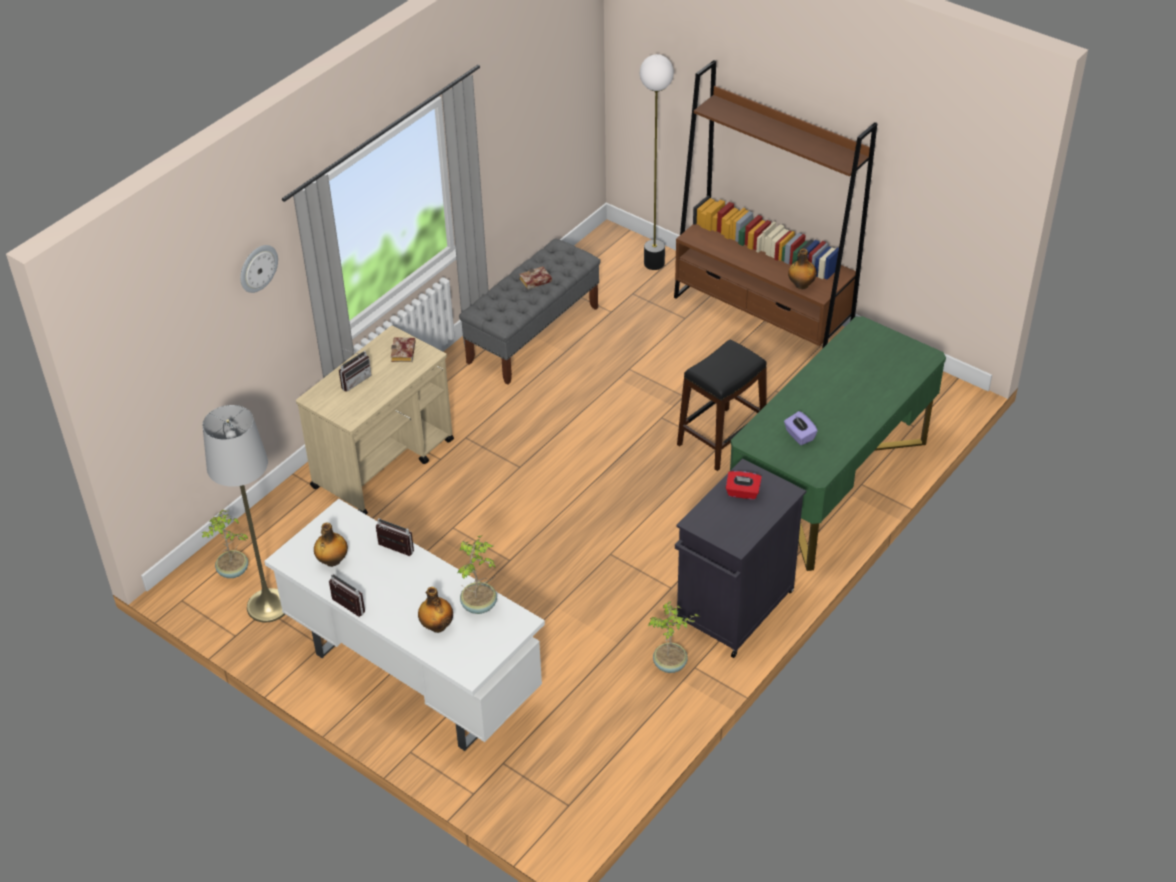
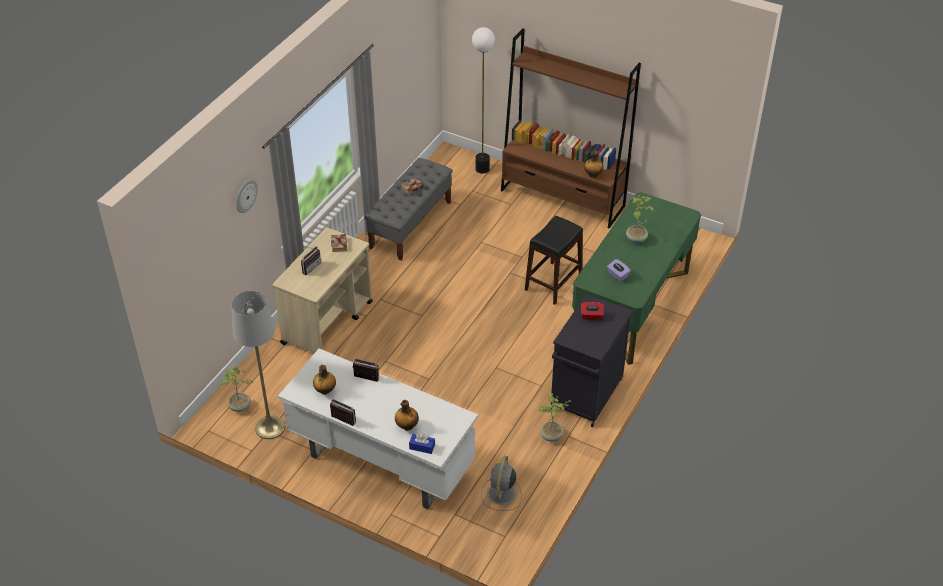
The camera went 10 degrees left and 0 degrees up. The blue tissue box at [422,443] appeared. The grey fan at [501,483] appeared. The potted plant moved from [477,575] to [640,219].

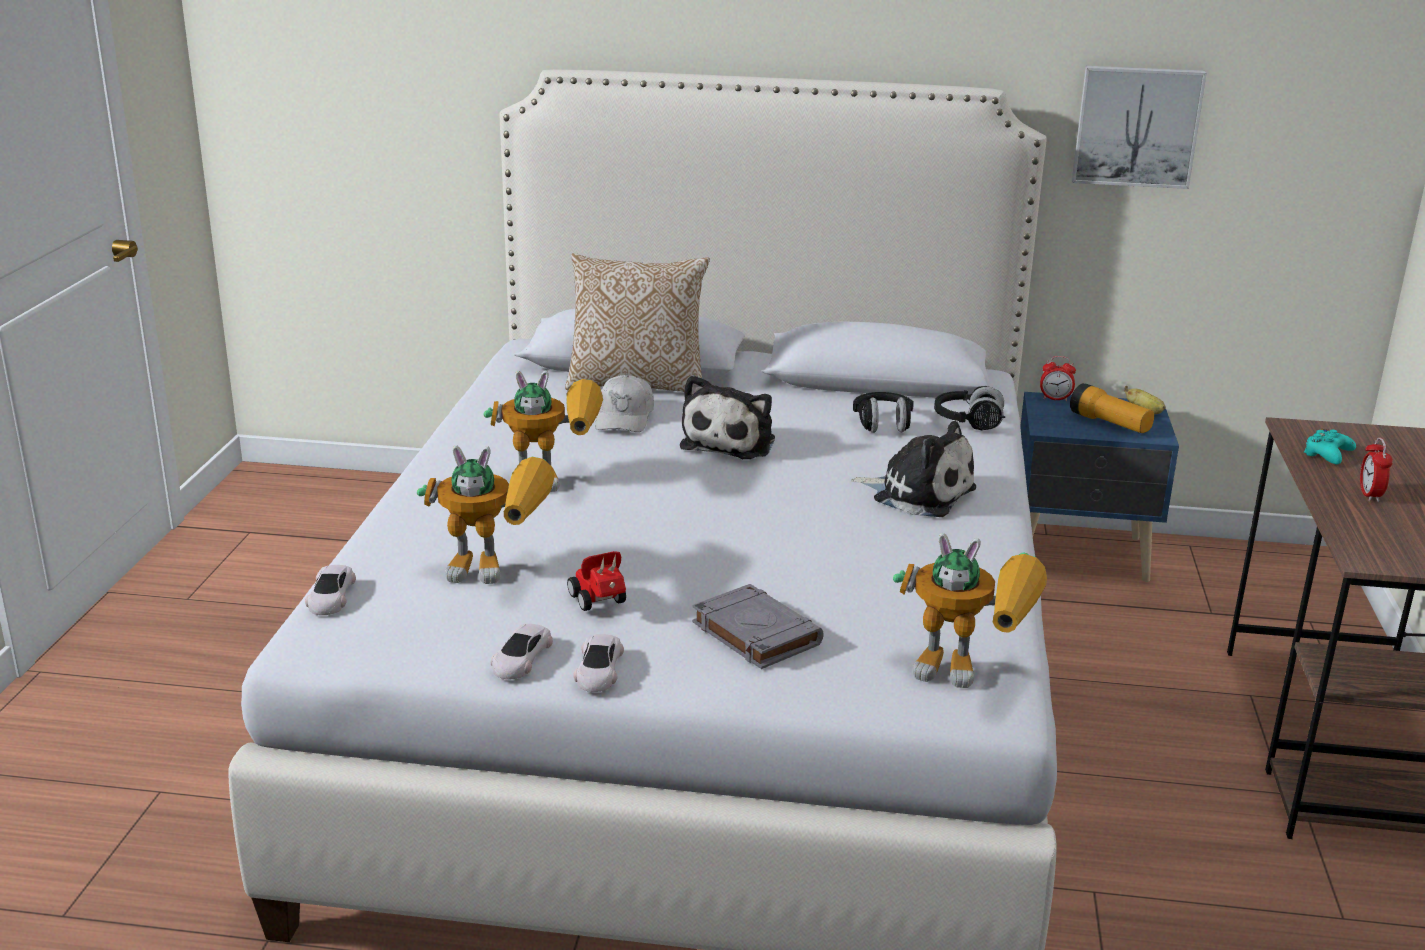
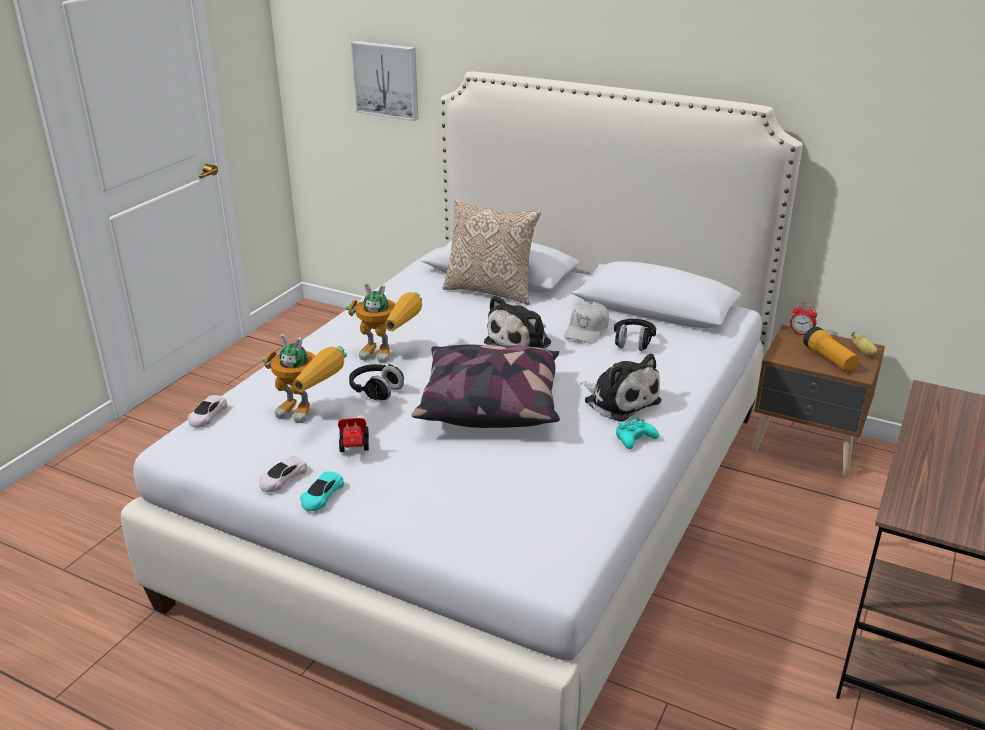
The camera went 20 degrees right and 5 degrees up. The grey book at [758,626] disappeared. The toy robot at [970,610] disappeared. The alarm clock at [1376,470] disappeared. The pillow at [486,386] appeared. The white cap moved from [624,403] to [586,323]. The black headphones moved from [969,408] to [376,382]. The picture moved from [1139,127] to [385,81]. The turquoise game controller moved from [1330,447] to [637,433]. The white toy car at [598,663] became the turquoise toy car at [322,491]. The blue nightstand at [1099,487] became the brown nightstand at [818,401].

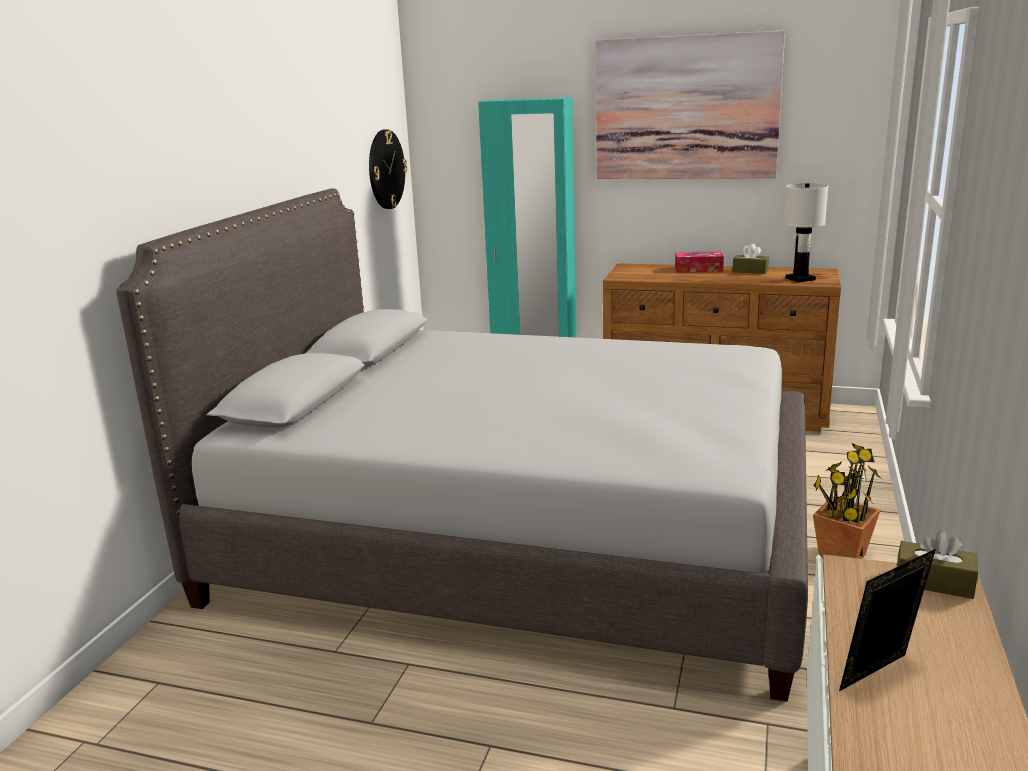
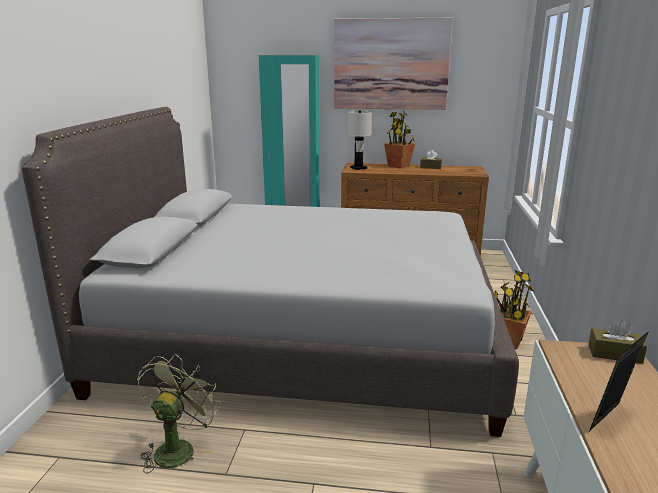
The camera went 10 degrees left and 0 degrees up. The wall clock at [388,169] disappeared. The green fan at [179,414] appeared. The white table lamp moved from [806,232] to [359,140]. The tissue box at [699,262] was replaced by the potted plant at [399,139].

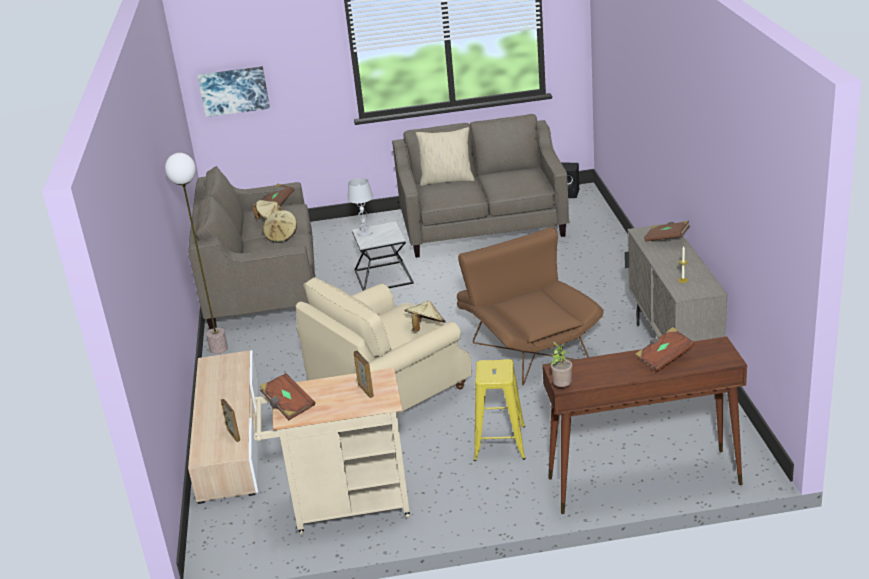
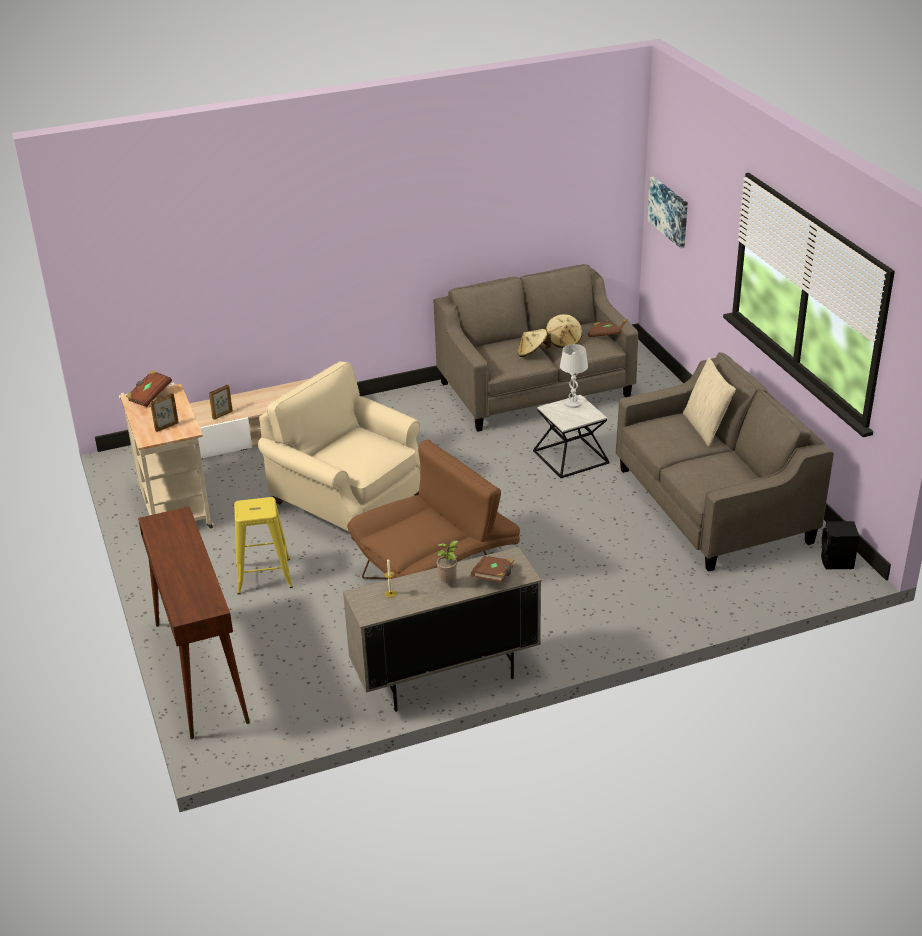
The camera went 75 degrees right and 5 degrees up. The floor lamp at [196,253] disappeared. The beige hat at [425,315] disappeared. The brown book at [664,349] disappeared. The potted plant moved from [561,364] to [448,561].

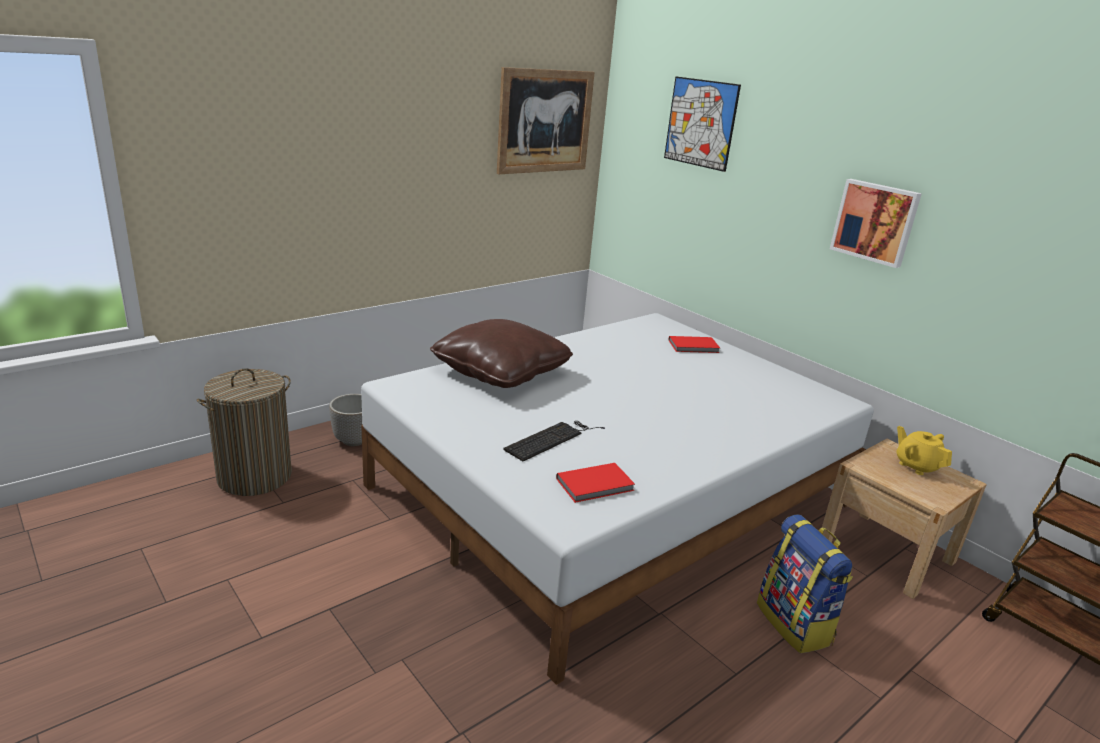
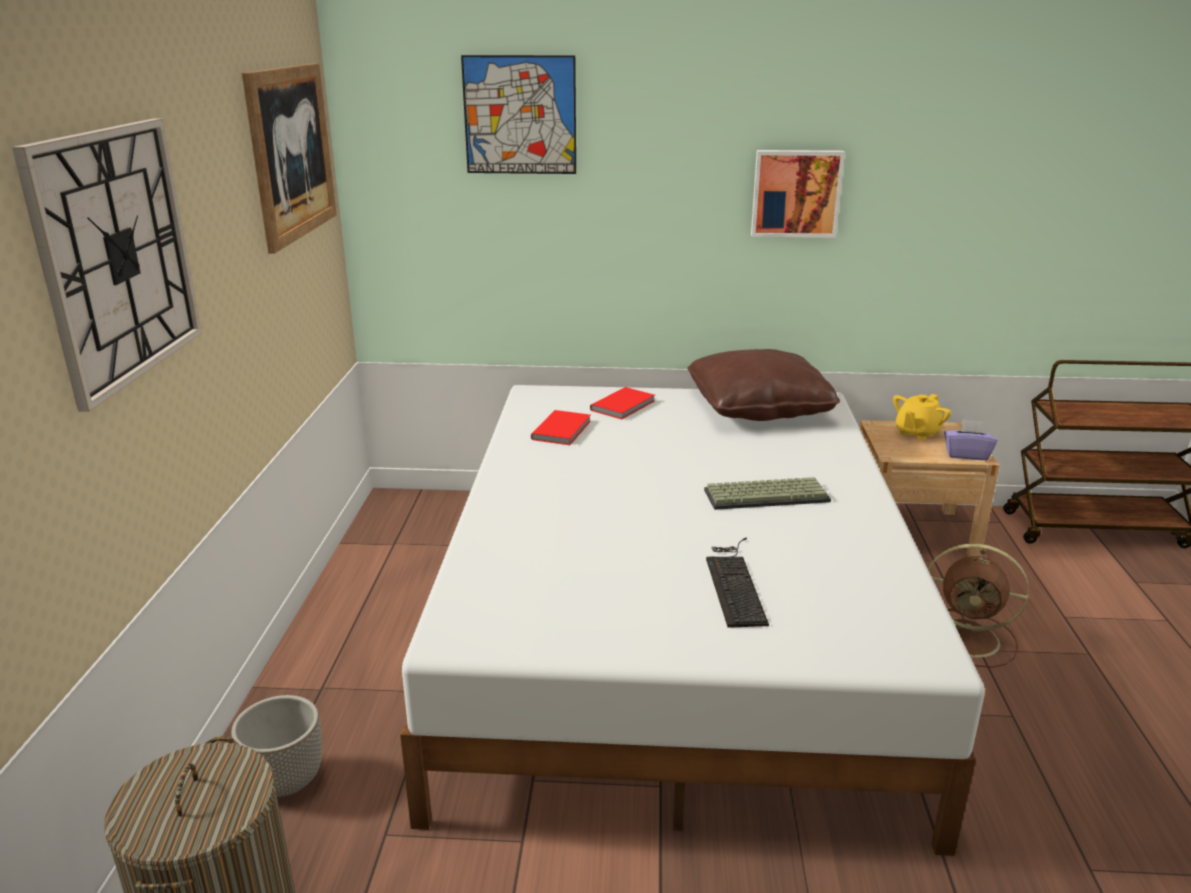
The camera went 45 degrees left and 0 degrees up. The wall clock at [107,265] appeared. The keyboard at [767,493] appeared. The purple tissue box at [970,439] appeared. The brown pillow moved from [501,353] to [764,385]. The red book moved from [595,483] to [561,427]. The backpack at [805,583] was replaced by the brown fan at [978,606]. The yellow teapot at [924,450] turned 60 degrees counterclockwise.

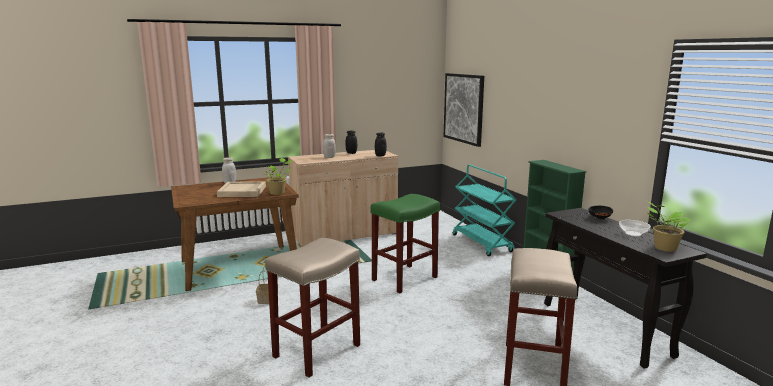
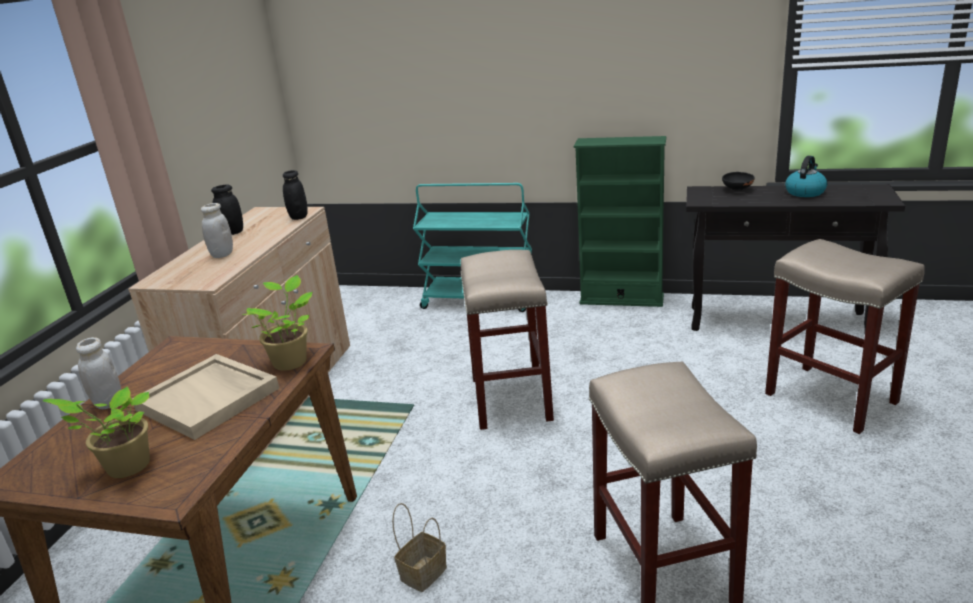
The camera went 50 degrees left and 10 degrees up. The picture at [463,110] disappeared. The potted plant moved from [668,226] to [96,432]. The bowl at [635,228] was replaced by the kettle at [806,176]. The green stool at [405,243] became the beige stool at [507,340].

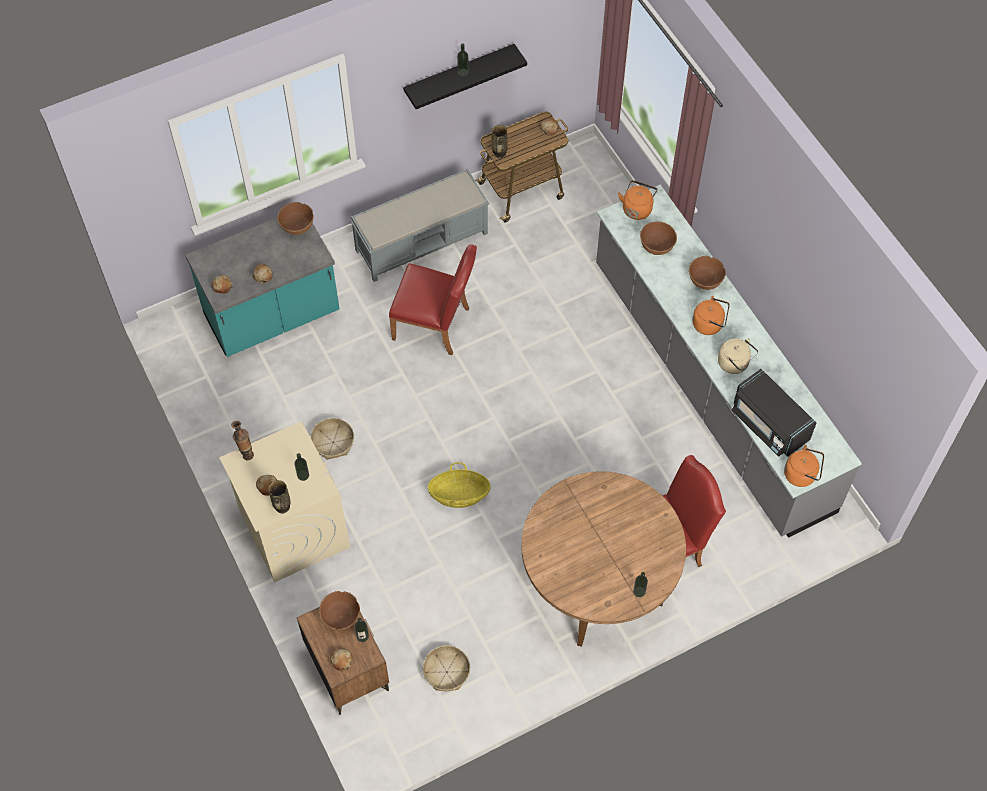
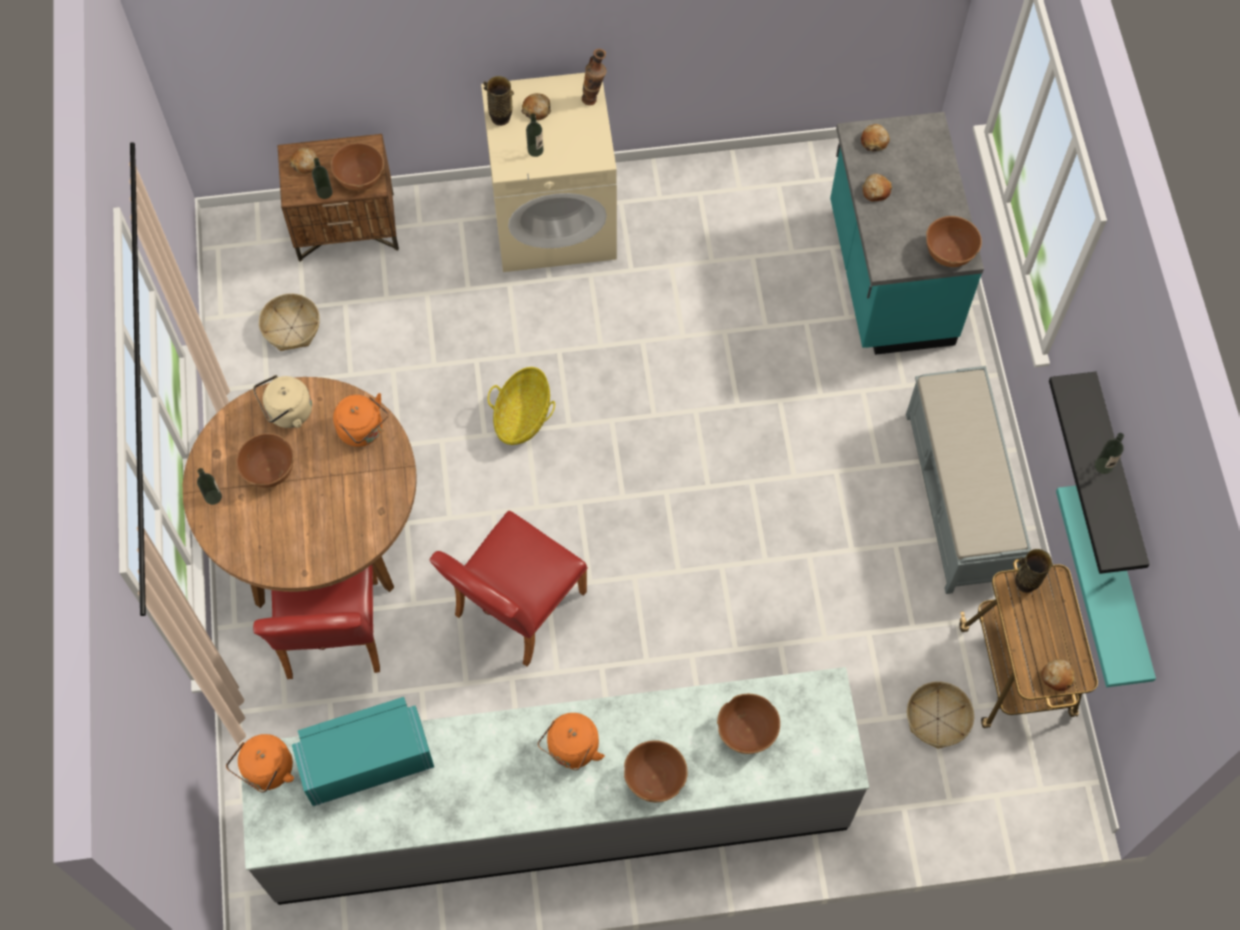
The camera went 110 degrees right and 5 degrees up. The brown bowl at [265,460] appeared. The turquoise shelf at [1106,586] appeared. The basket moved from [332,439] to [940,715]. The red chair moved from [433,299] to [509,588]. The orange kettle moved from [637,200] to [360,420]. The beige kettle moved from [738,356] to [282,401]. The black microwave at [774,413] became the turquoise microwave at [363,751].

